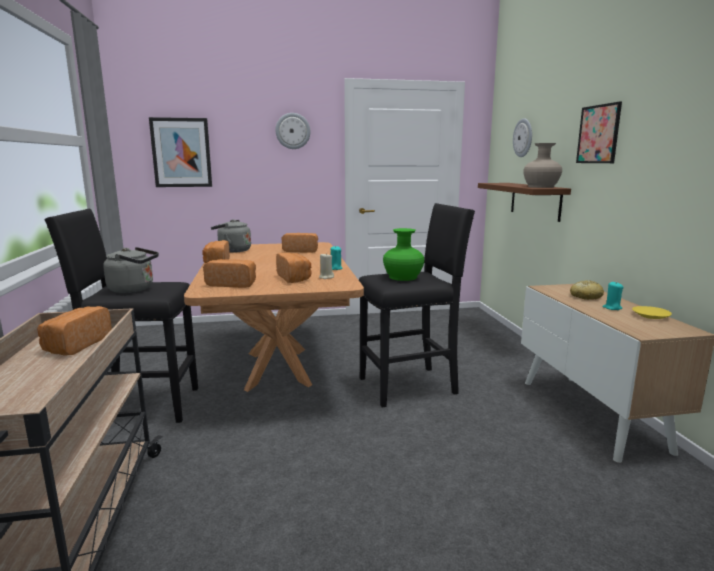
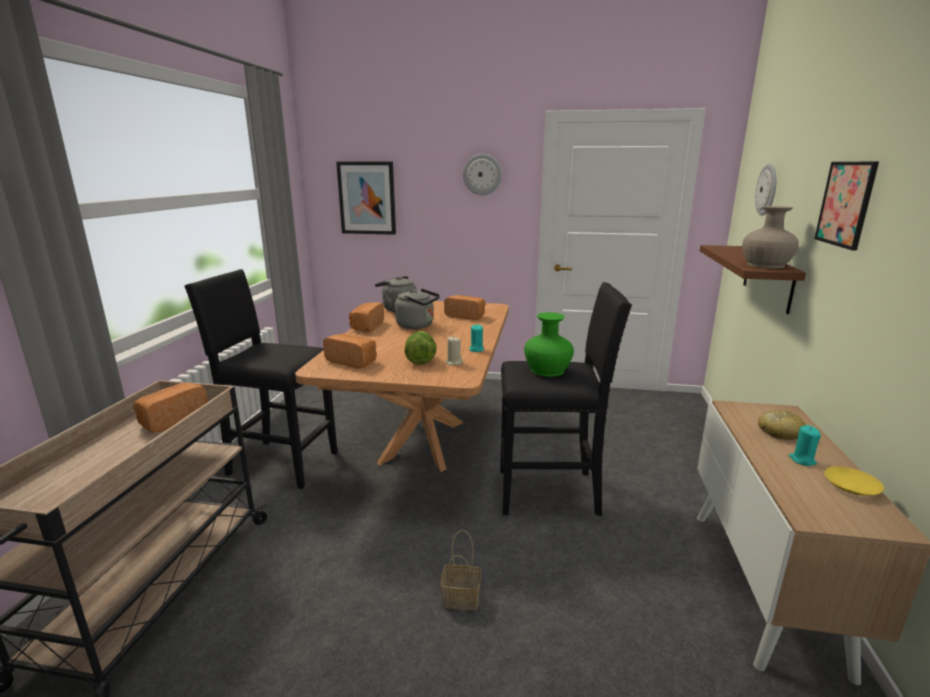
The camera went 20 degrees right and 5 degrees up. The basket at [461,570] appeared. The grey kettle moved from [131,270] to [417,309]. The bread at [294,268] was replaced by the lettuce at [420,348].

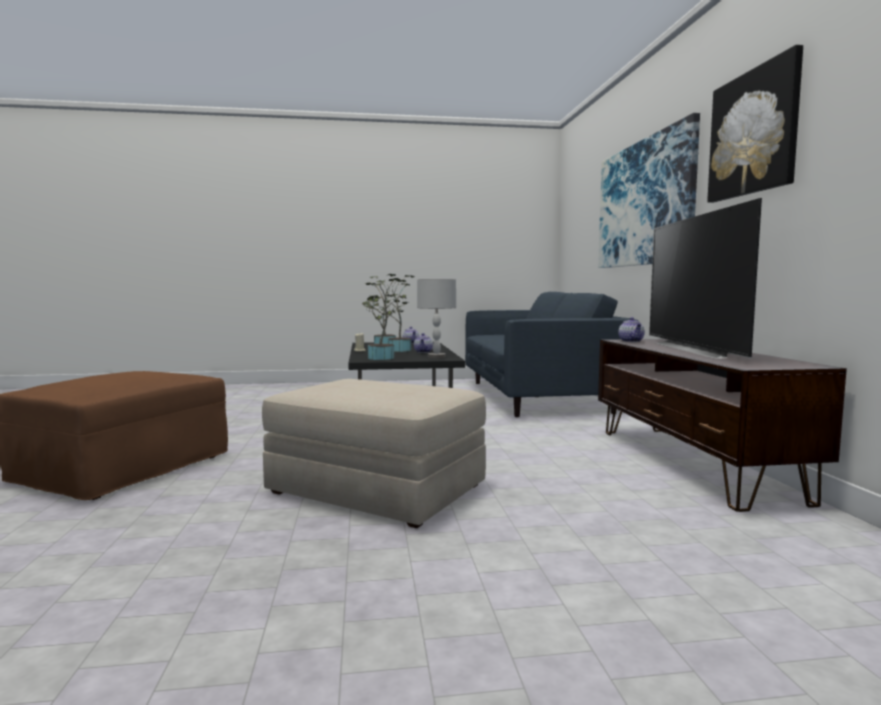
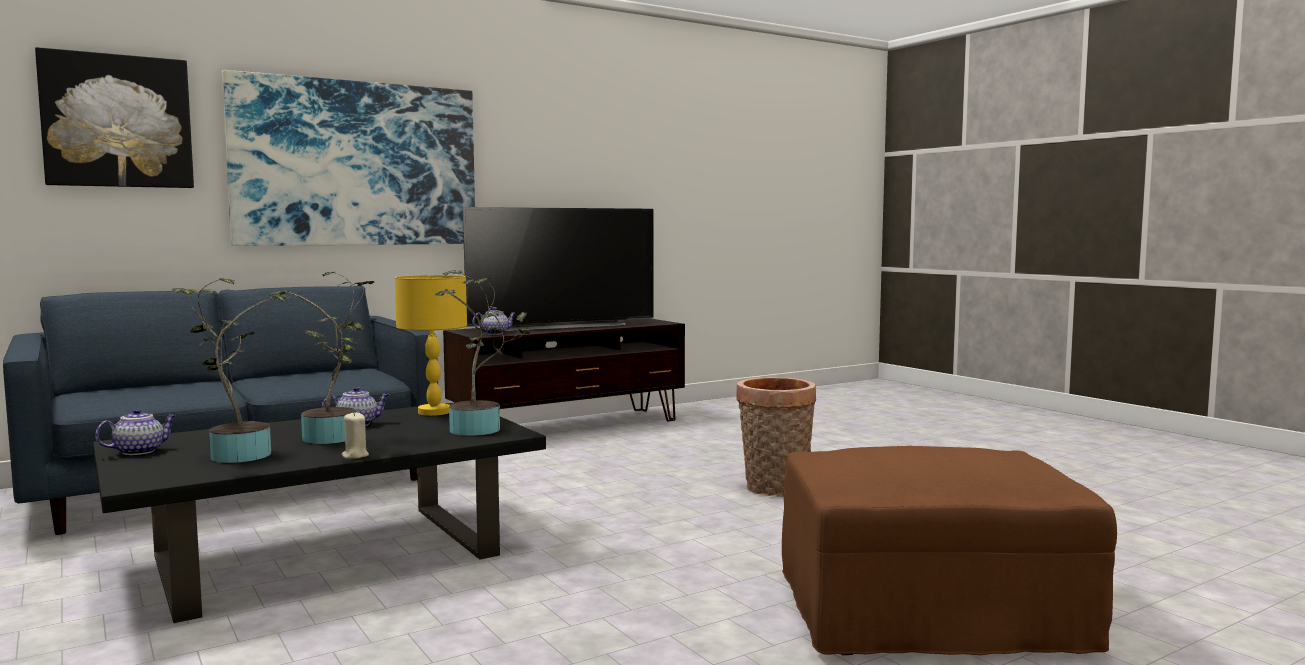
The camera went 115 degrees left and 0 degrees up. The picture moved from [755,124] to [114,117]. The beige ottoman at [374,453] was replaced by the basket at [776,437]. The grey table lamp at [436,318] became the yellow table lamp at [431,345].

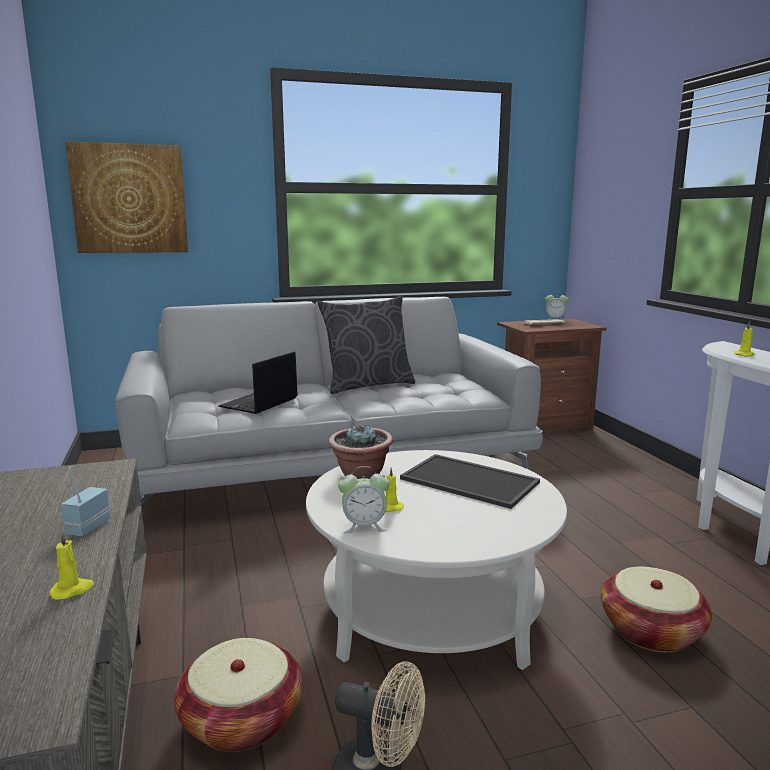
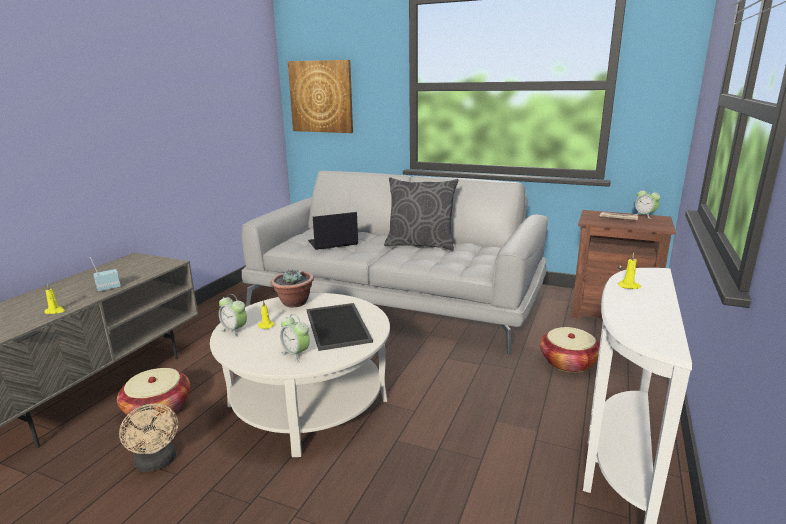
The camera went 40 degrees right and 5 degrees up. The alarm clock at [295,338] appeared. The basket moved from [656,609] to [570,350].

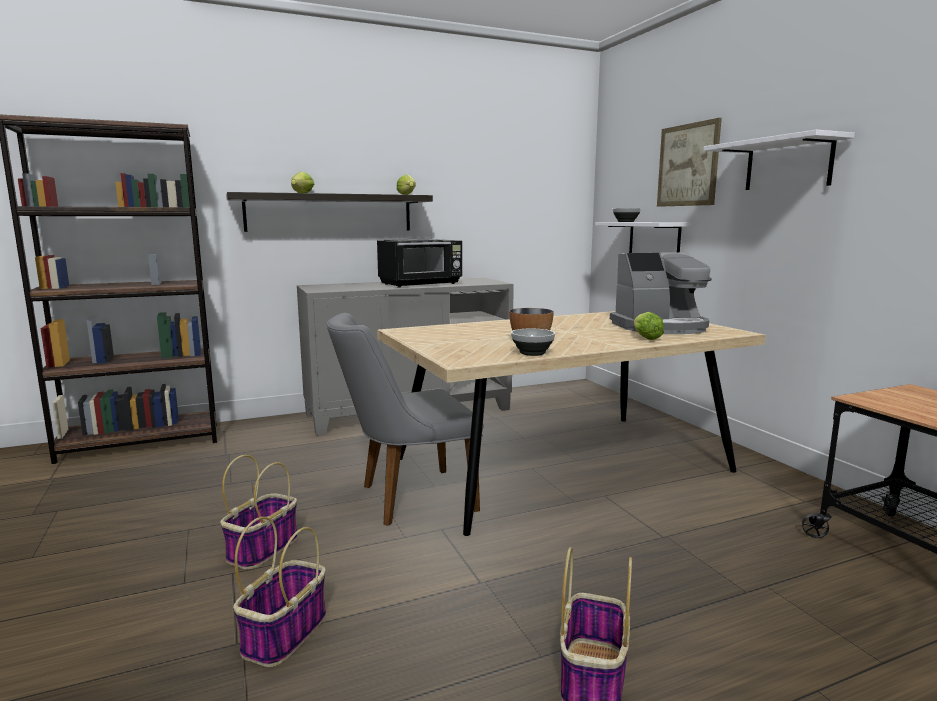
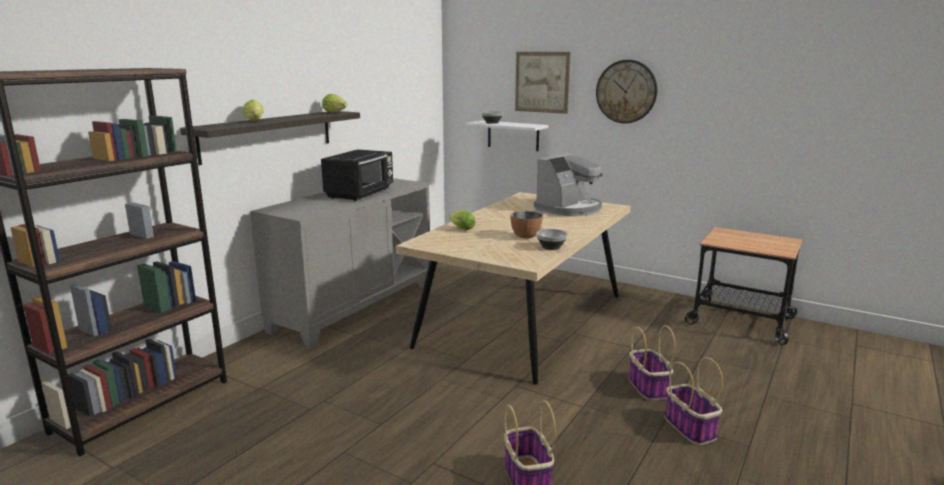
The camera went 35 degrees left and 5 degrees up. The grey chair at [405,419] disappeared. The basket moved from [259,512] to [652,362]. The lettuce moved from [649,326] to [462,220]. The white shelf at [779,160] was replaced by the wall clock at [626,91].

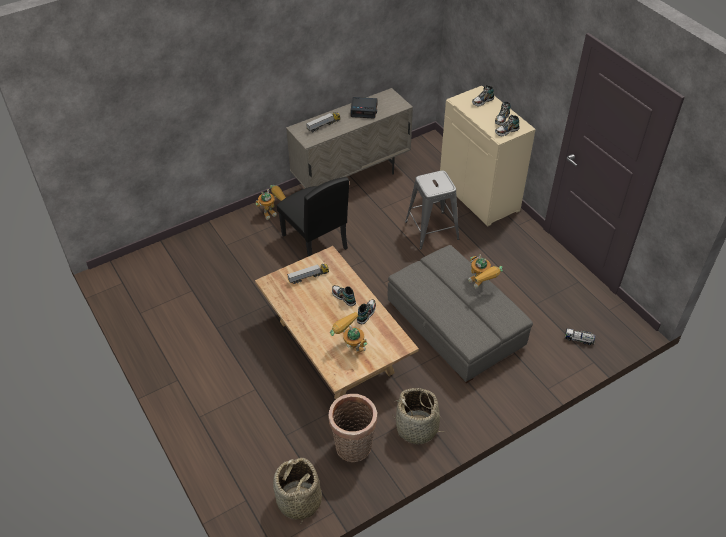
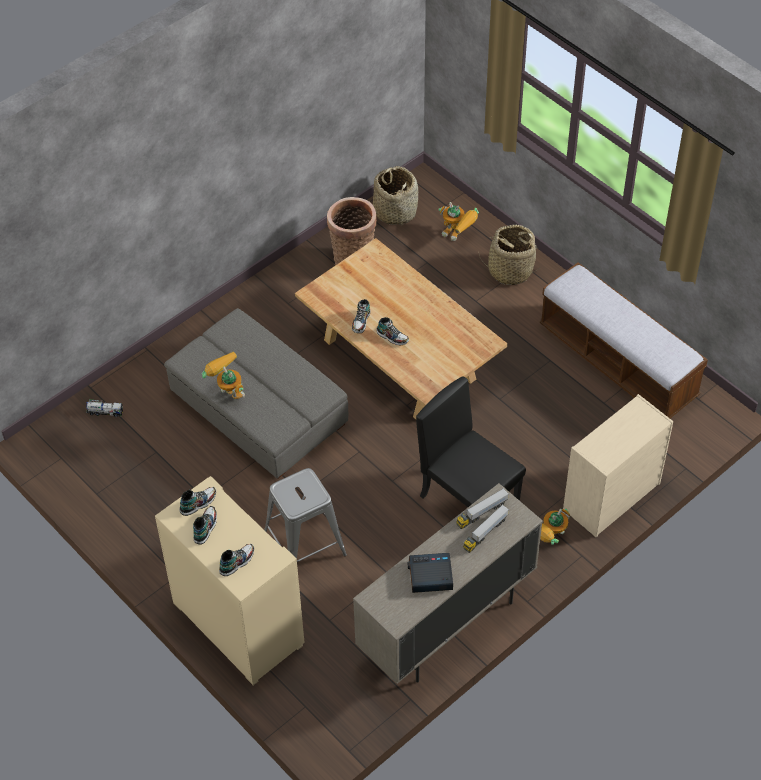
The camera went 170 degrees right and 5 degrees up. The bench at [624,340] appeared. The beige dresser at [618,465] appeared. The toy truck moved from [308,274] to [482,508]. The toy robot moved from [348,332] to [458,221]. The basket moved from [420,416] to [508,255].

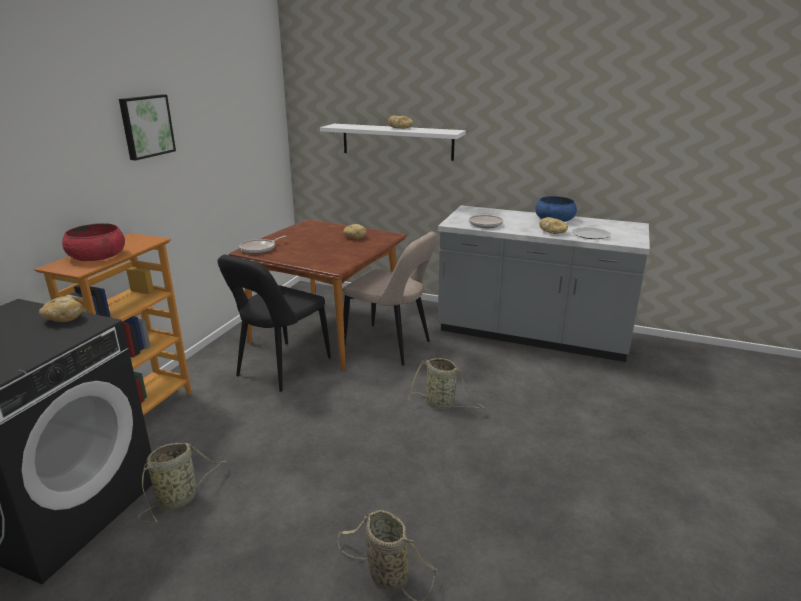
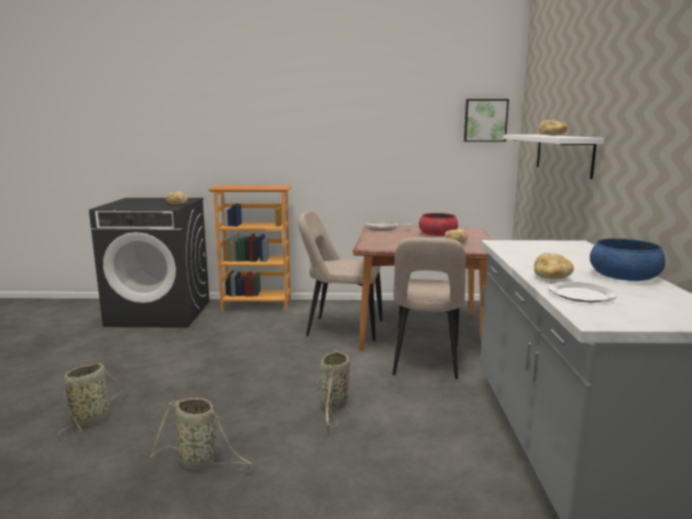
The camera went 70 degrees right and 10 degrees down. The frying pan at [486,218] disappeared. The red bowl moved from [93,242] to [438,224]. The picture moved from [147,127] to [486,120]. The basket moved from [182,482] to [201,433]. The black chair at [274,323] became the beige chair at [340,276].

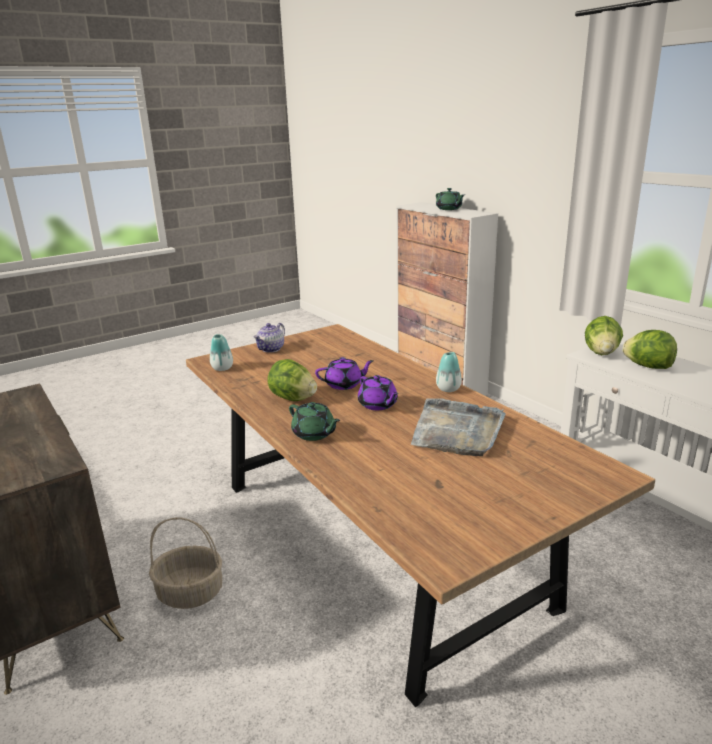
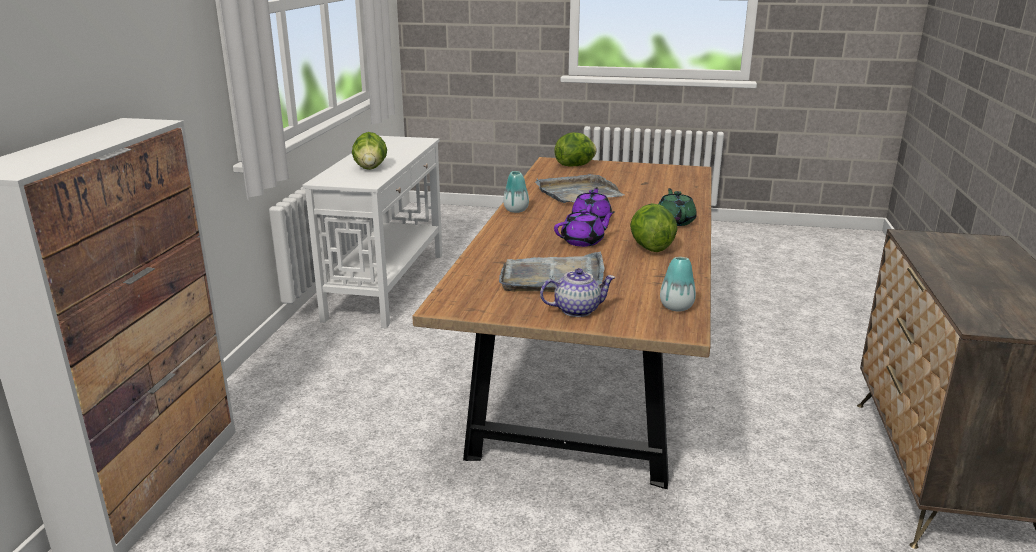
The camera went 135 degrees left and 0 degrees up. The basket at [185,563] disappeared. The green teapot at [450,199] disappeared. The grey tray at [552,272] appeared. The lettuce moved from [604,335] to [575,149]. The purple teapot at [344,373] turned 120 degrees clockwise.

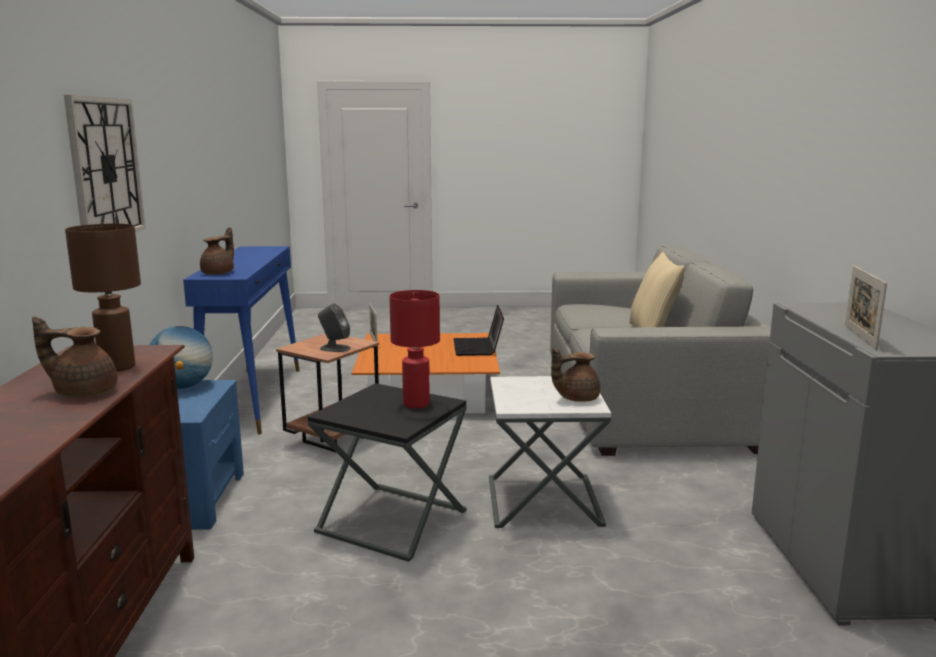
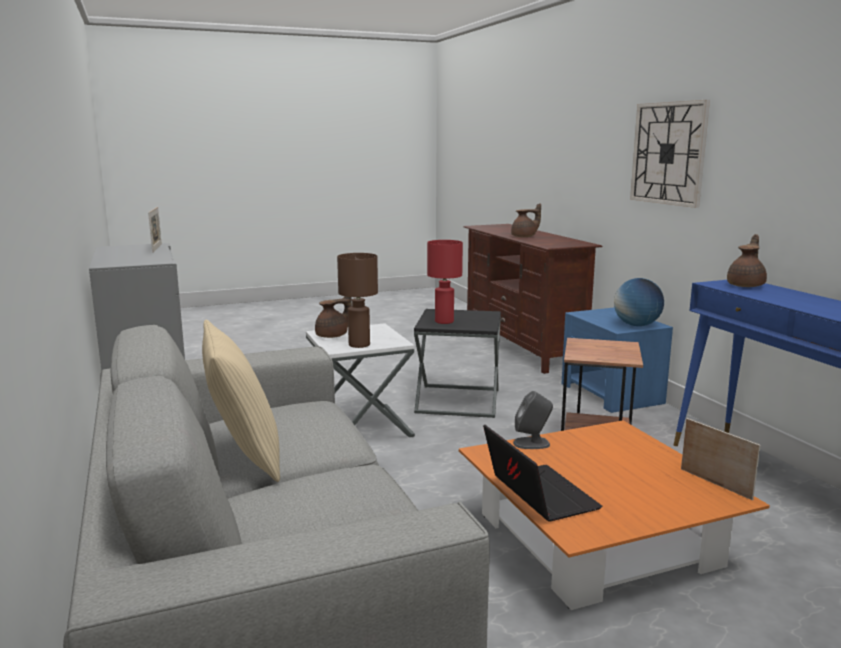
The camera went 160 degrees right and 0 degrees up. The brown table lamp moved from [103,297] to [357,300]. The grey speaker moved from [334,327] to [533,420]. The brown teapot at [217,251] turned 150 degrees counterclockwise.

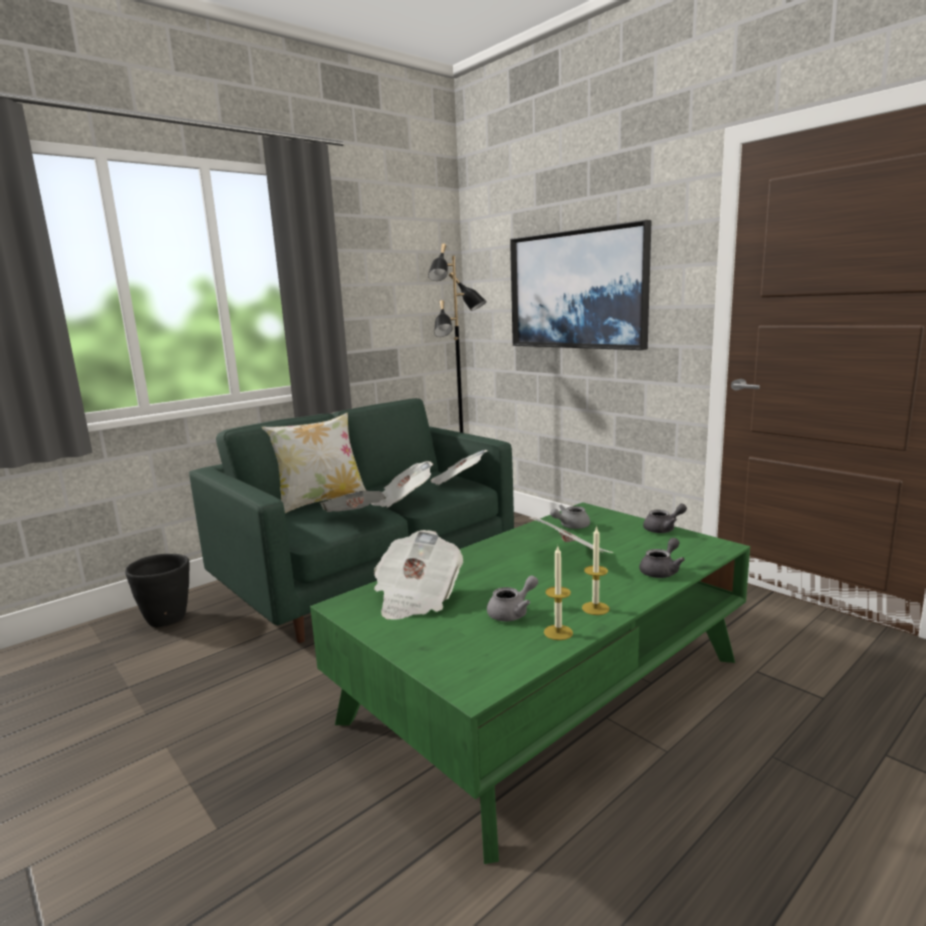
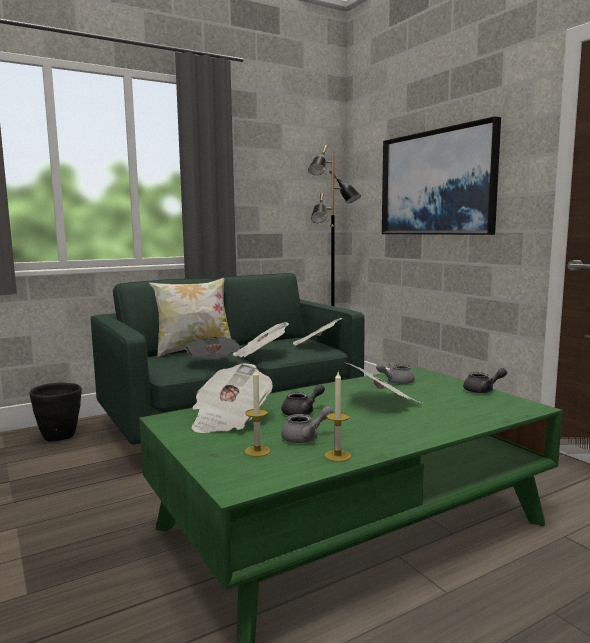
The camera went 10 degrees right and 5 degrees down. The candle moved from [595,570] to [257,412]. The grey teapot moved from [662,558] to [303,400].

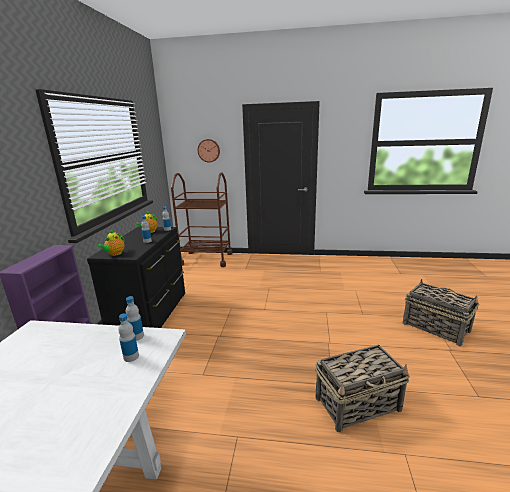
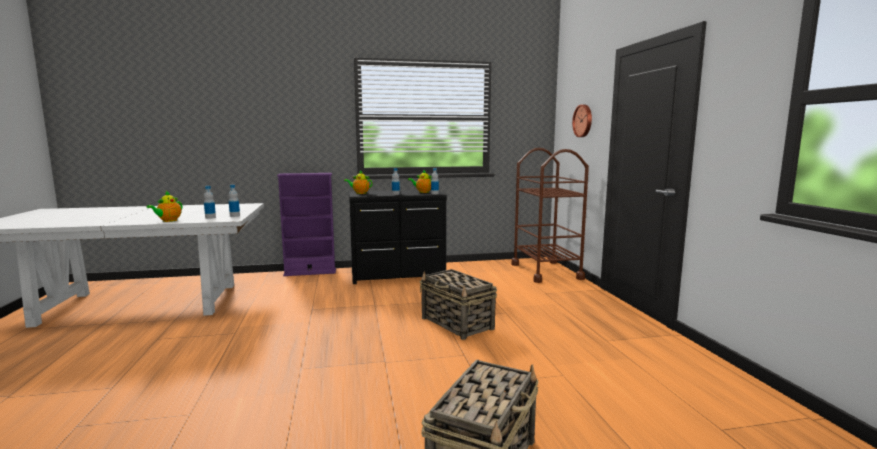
The camera went 70 degrees right and 10 degrees down. The teapot at [164,206] appeared. The basket moved from [362,388] to [458,304].

